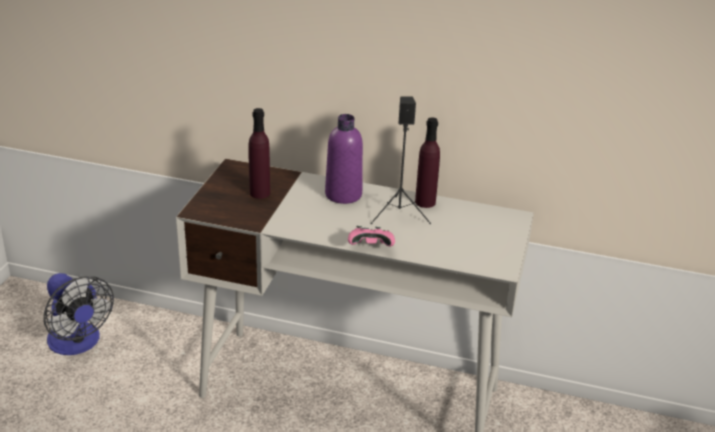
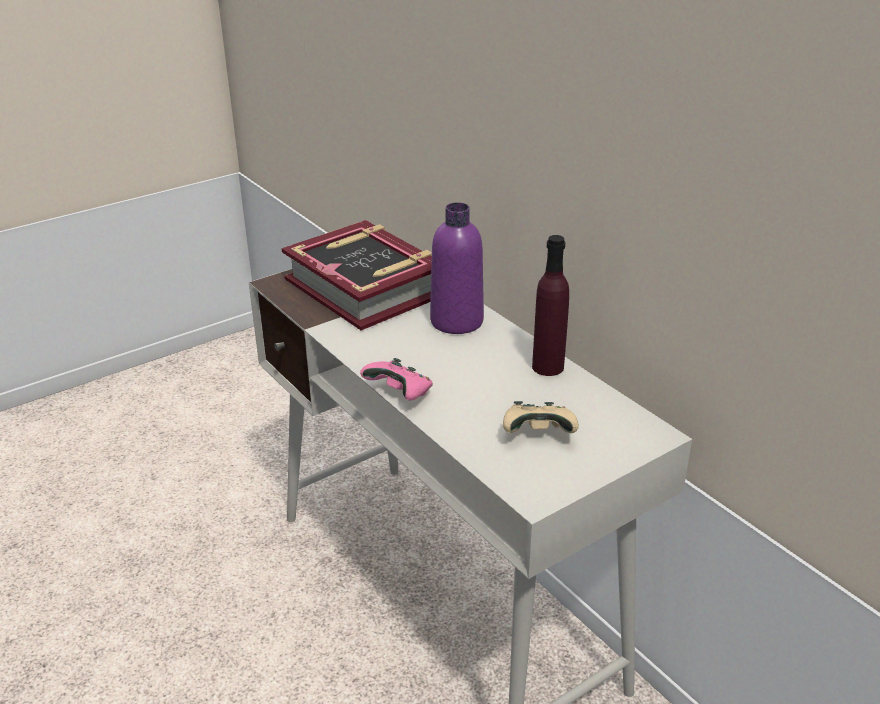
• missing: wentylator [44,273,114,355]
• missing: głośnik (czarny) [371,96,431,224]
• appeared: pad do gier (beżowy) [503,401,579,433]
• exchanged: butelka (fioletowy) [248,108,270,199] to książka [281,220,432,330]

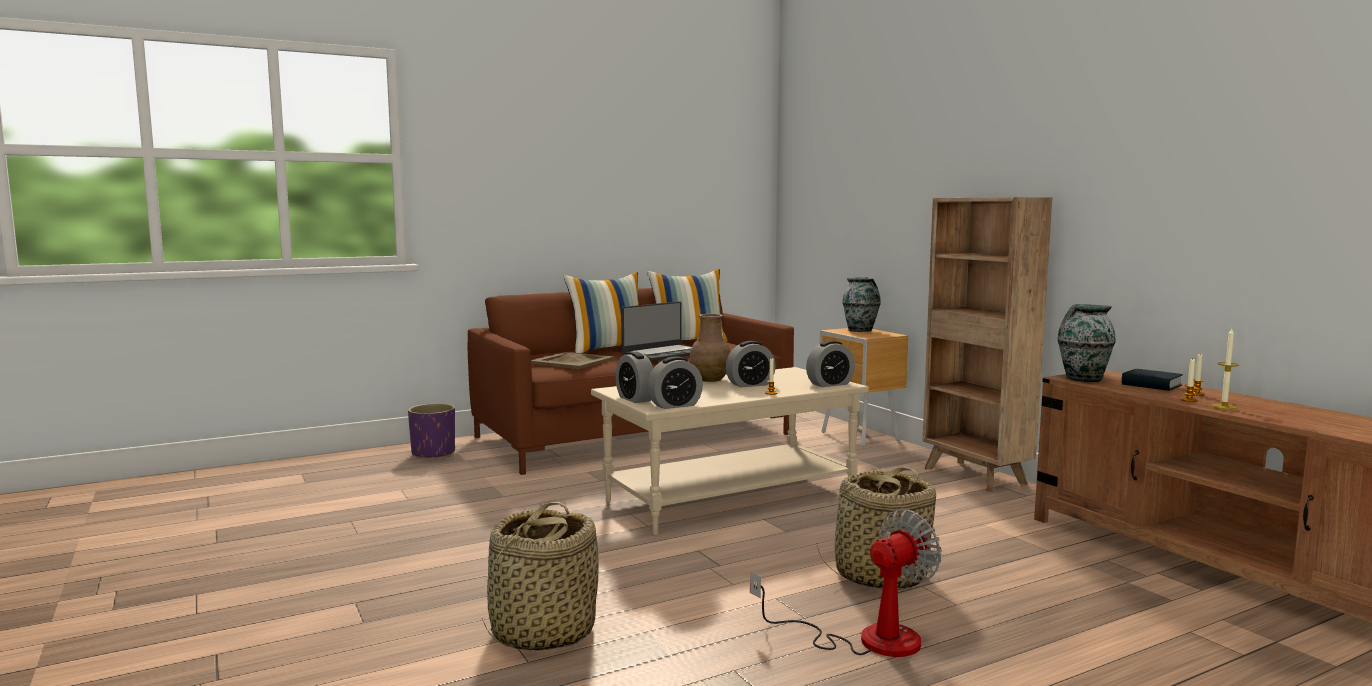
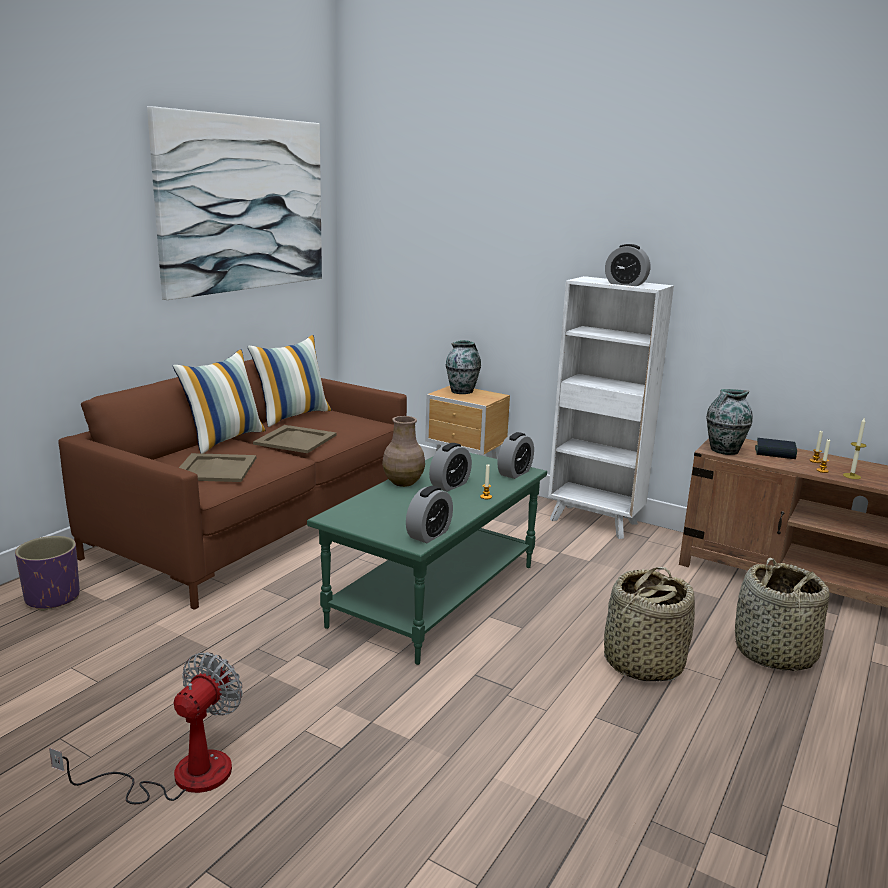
• appeared: obraz [147,106,322,300]
• relocated: koszyk [482,502,599,651] to [735,558,830,671]
• relocated: budzik [615,352,653,403] to [605,244,650,286]
• relocated: wentylator [750,510,942,657] to [49,652,243,804]
• exchanged: laptop [621,302,692,361] to taca (beżowy) [253,425,337,453]
• colour: ława (beżowy) [591,367,869,535] to ława (zielony) [307,453,547,665]
• colour: regał (brązowy) [923,197,1052,492] to regał (biały) [548,276,674,539]

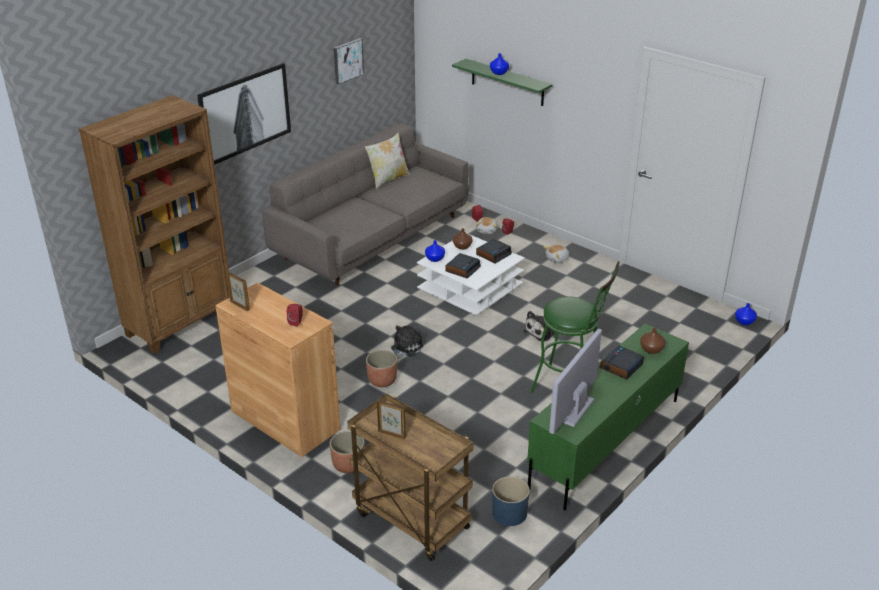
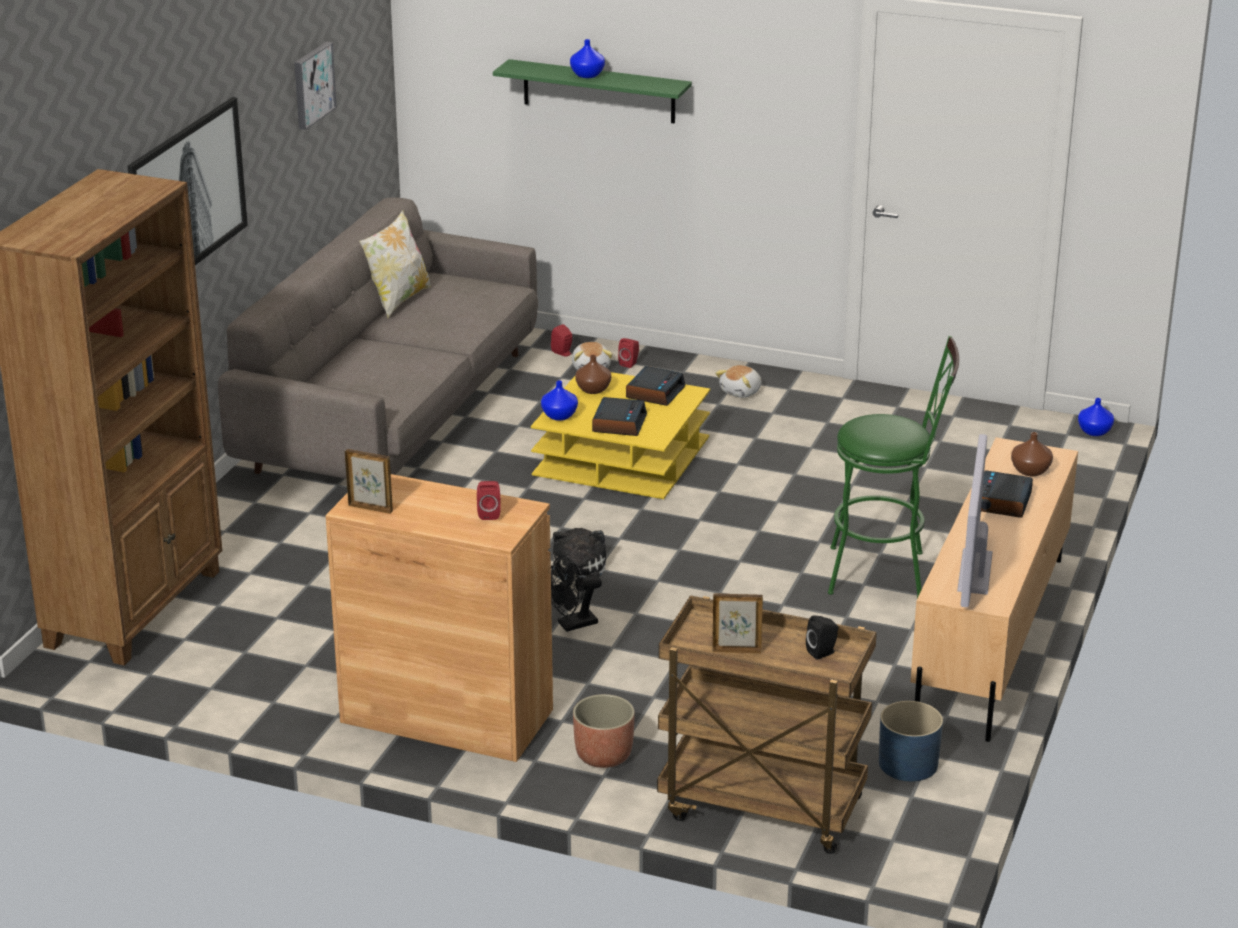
• missing: pluszak [524,311,555,341]
• appeared: głośnik (czarny) [806,616,838,660]
• exchanged: donica [366,350,397,387] to wentylator (czarny) [551,555,602,632]
• colour: ława (biały) [417,234,525,316] to ława (żółty) [531,372,710,499]
• colour: szafka pod telewizor (zielony) [527,324,689,510] to szafka pod telewizor (beżowy) [911,437,1078,742]

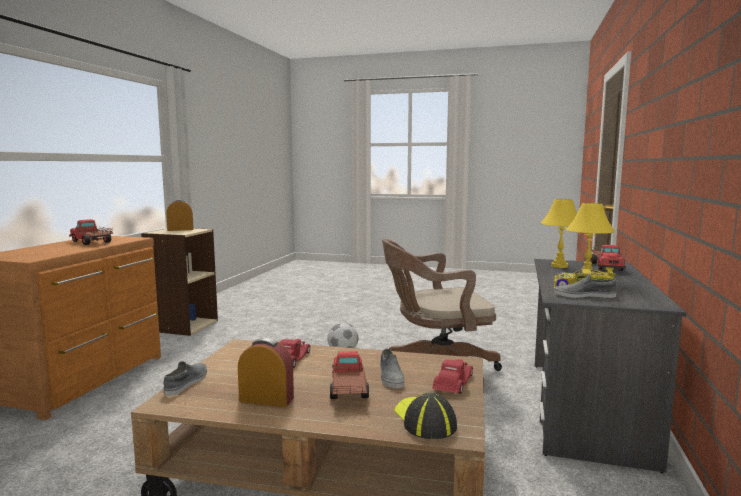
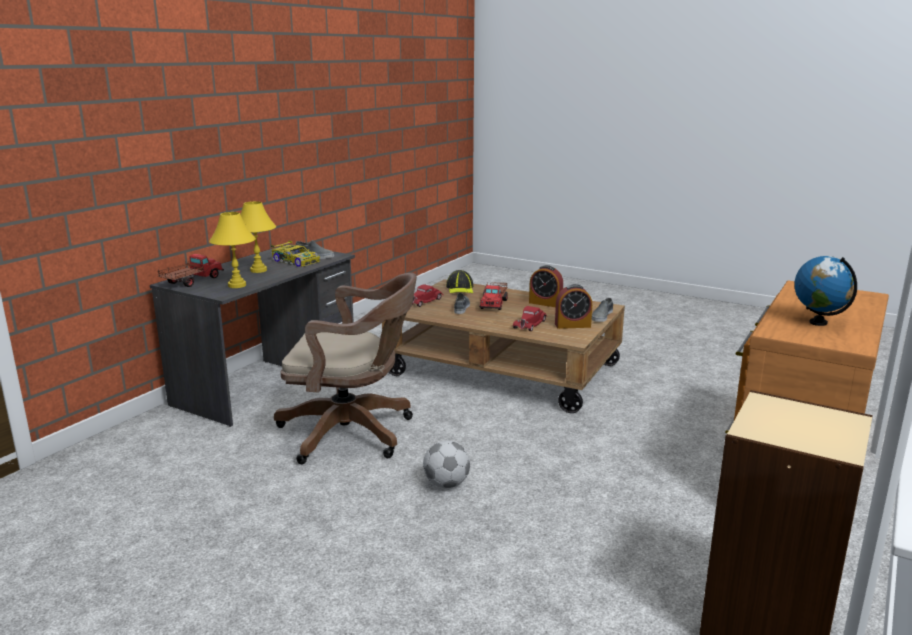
• relocated: budzik [166,199,194,231] to [555,284,592,329]
• exchanged: ciężarówka zabawkowa [69,219,114,245] to globus [794,256,857,326]

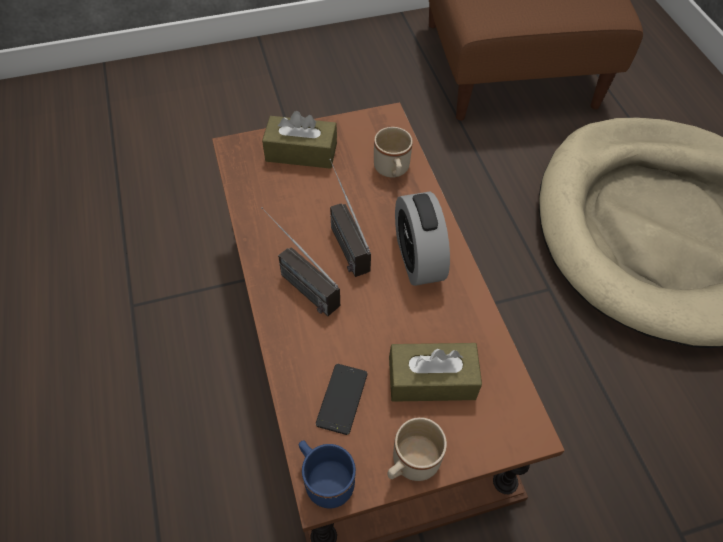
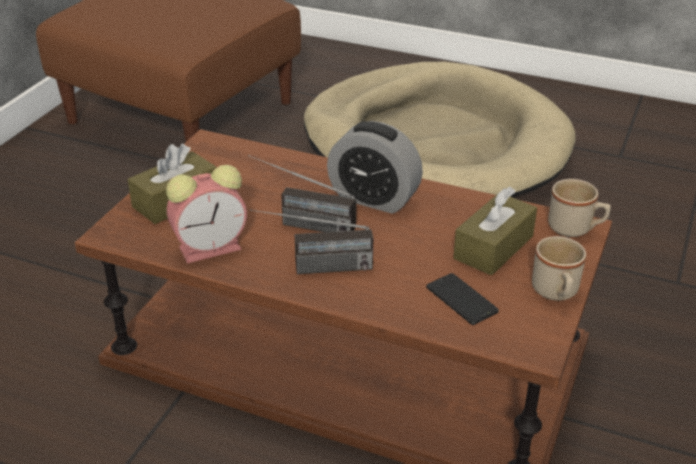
• missing: kubek (niebieski) [299,440,356,509]
• appeared: budzik [166,165,247,263]
• relocated: kubek (beżowy) [374,127,413,177] to [548,179,611,237]

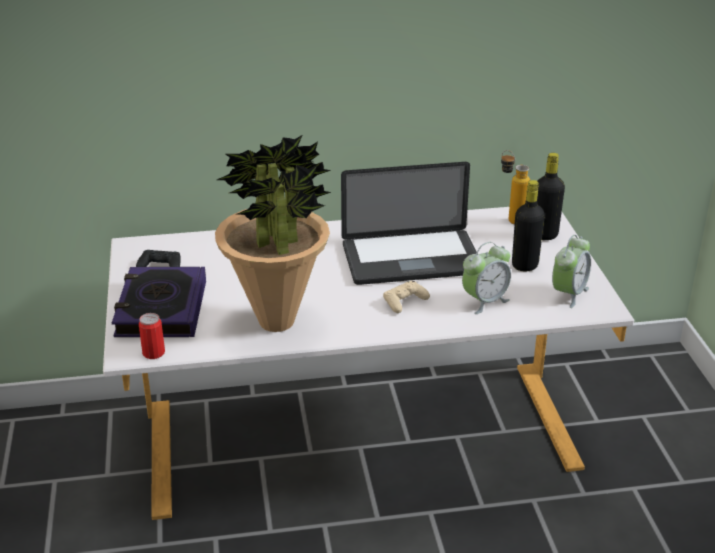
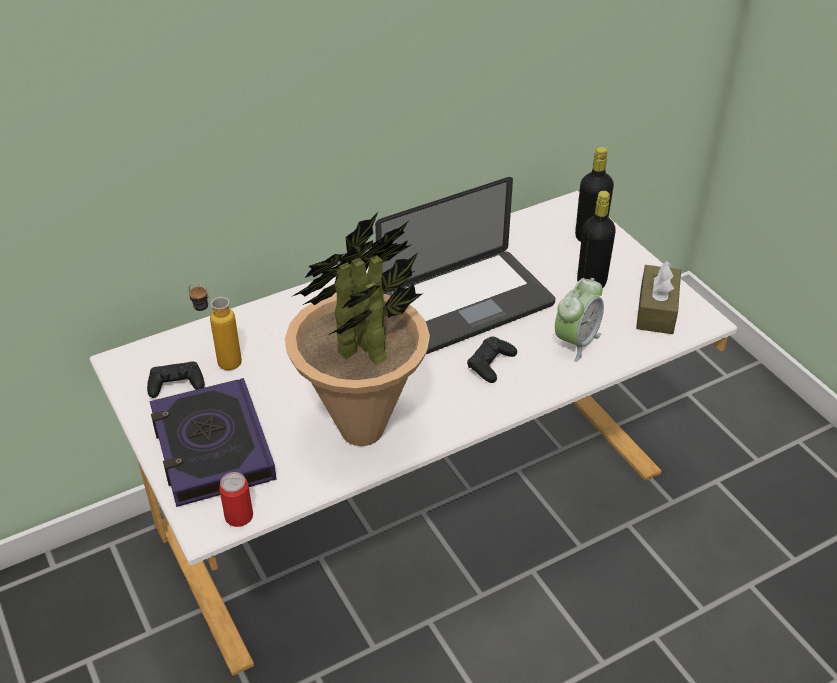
• relocated: butelka [501,150,530,225] to [188,283,242,370]
• exchanged: budzik [552,235,591,308] to pudełko chusteczek (brązowy) [636,261,681,334]
• colour: pad do gier (beżowy) [383,281,430,313] to pad do gier (czarny) [467,337,517,383]

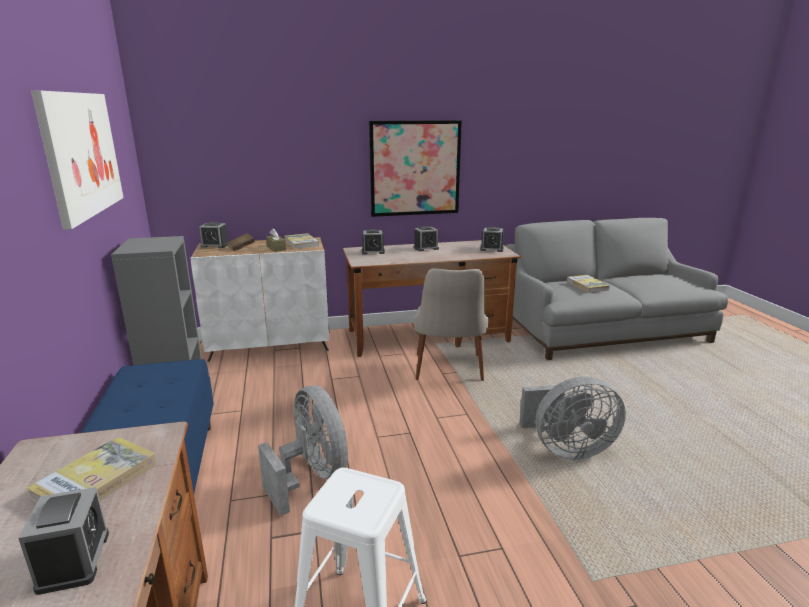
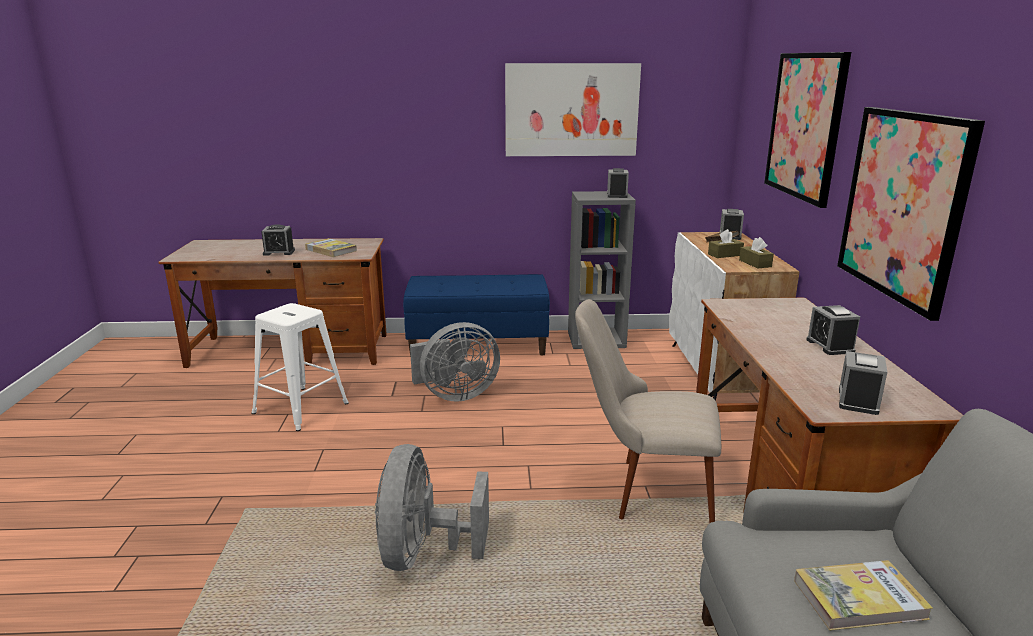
• appeared: obraz [764,52,851,208]
• relocated: budzik [362,229,385,254] to [607,168,629,198]
• exchanged: książka [285,233,319,249] to pudełko chusteczek (brązowy) [739,237,774,269]

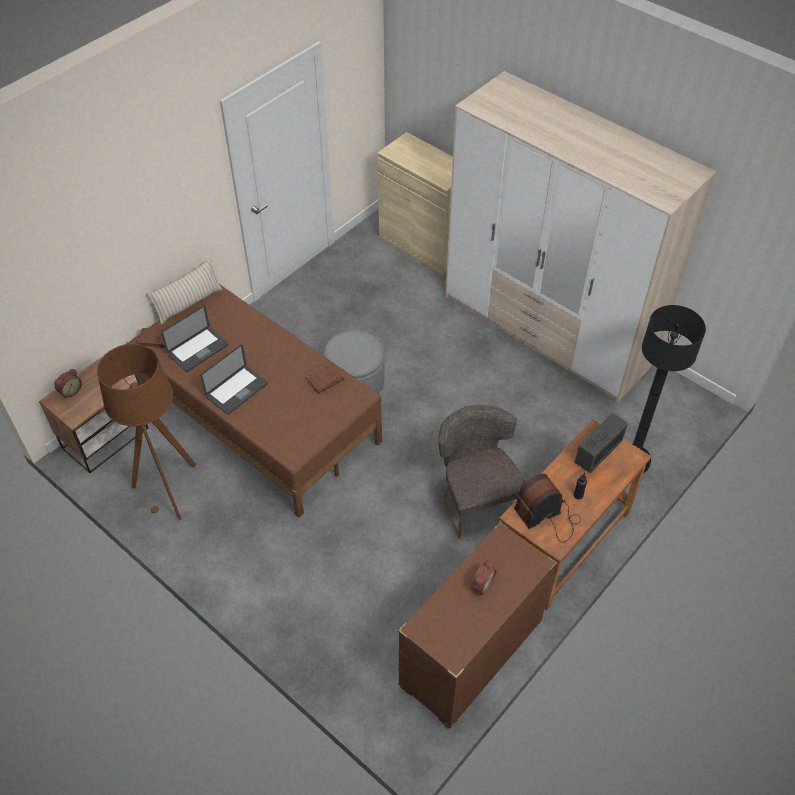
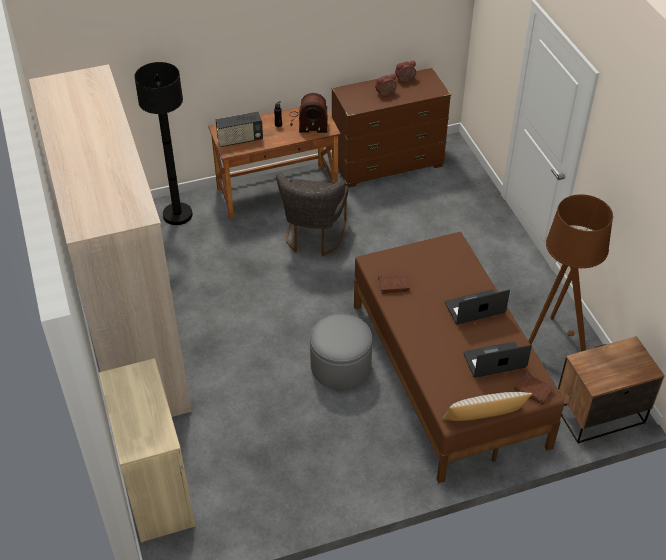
• relocated: budzik [54,369,82,399] to [395,61,416,83]

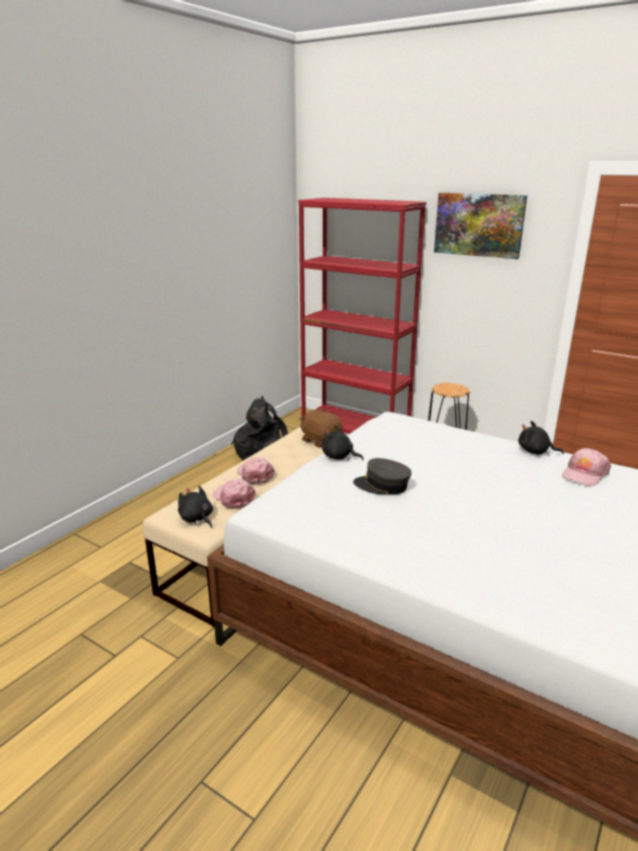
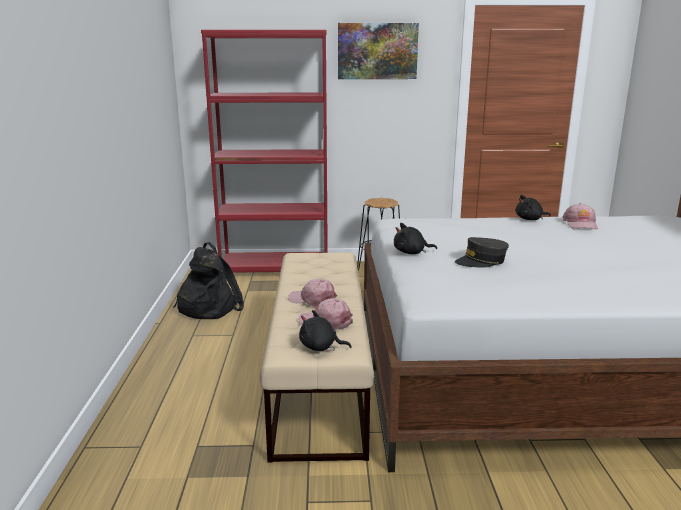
• missing: pluszak (brązowy) [300,409,343,447]

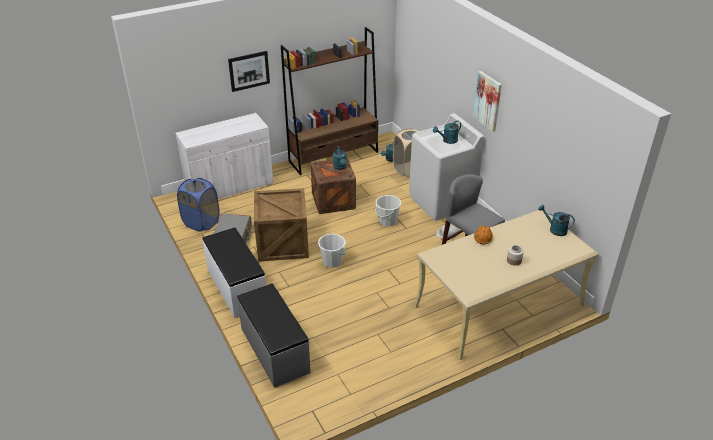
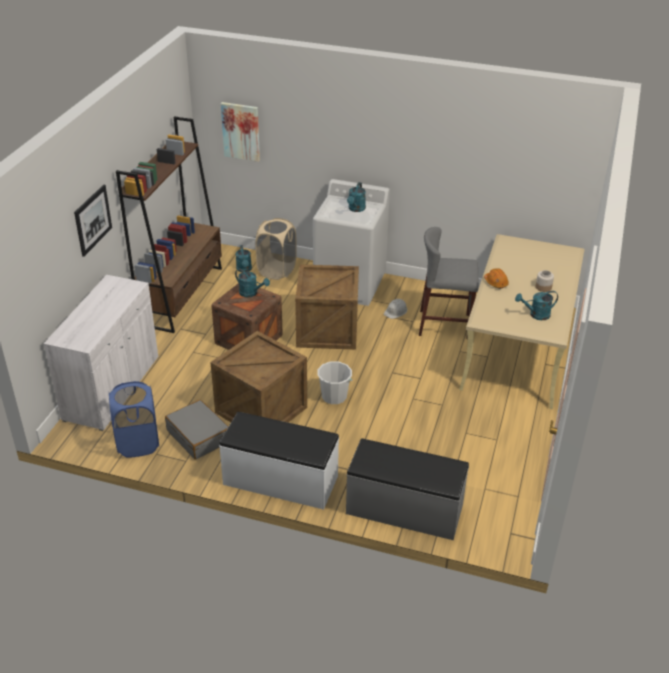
• relocated: obraz [473,71,502,132] to [221,102,260,162]
• relocated: konewka (turkusowy) [538,205,575,236] to [515,291,558,320]
• exchanged: wiadro (biały) [375,195,401,226] to skrzynka [295,264,359,350]

